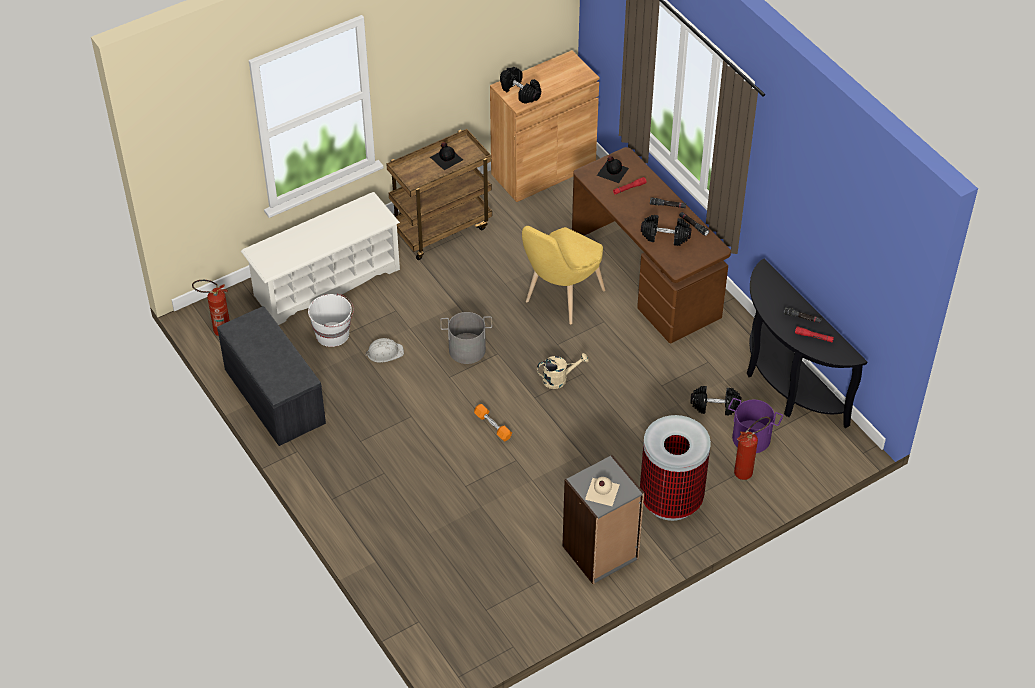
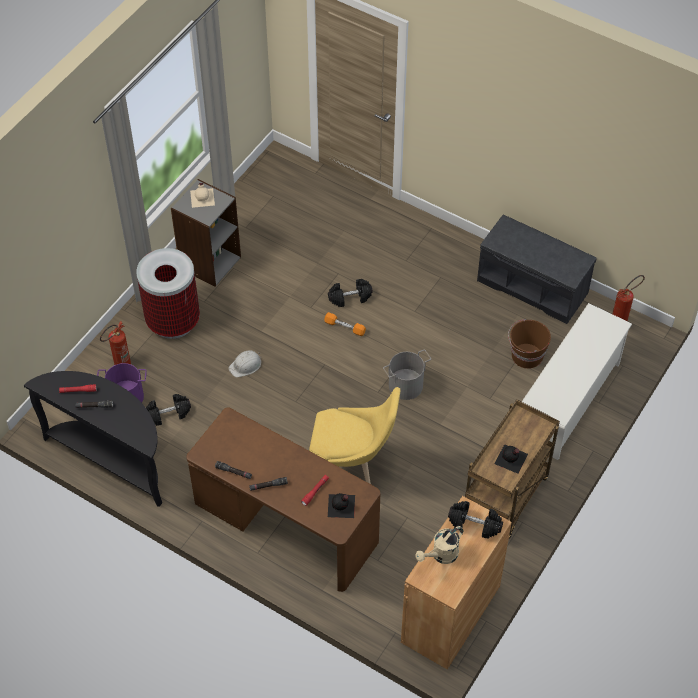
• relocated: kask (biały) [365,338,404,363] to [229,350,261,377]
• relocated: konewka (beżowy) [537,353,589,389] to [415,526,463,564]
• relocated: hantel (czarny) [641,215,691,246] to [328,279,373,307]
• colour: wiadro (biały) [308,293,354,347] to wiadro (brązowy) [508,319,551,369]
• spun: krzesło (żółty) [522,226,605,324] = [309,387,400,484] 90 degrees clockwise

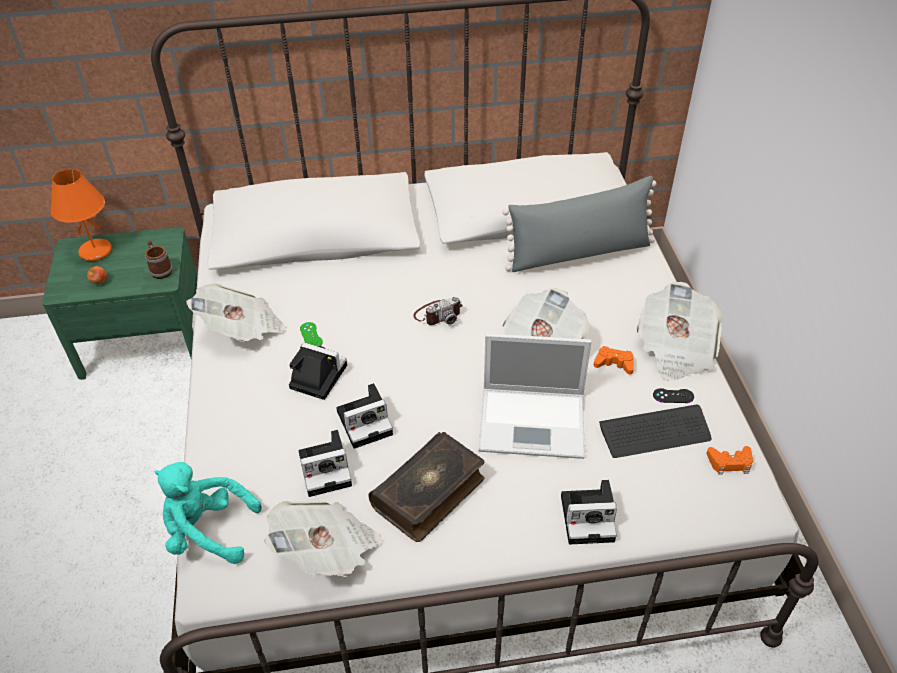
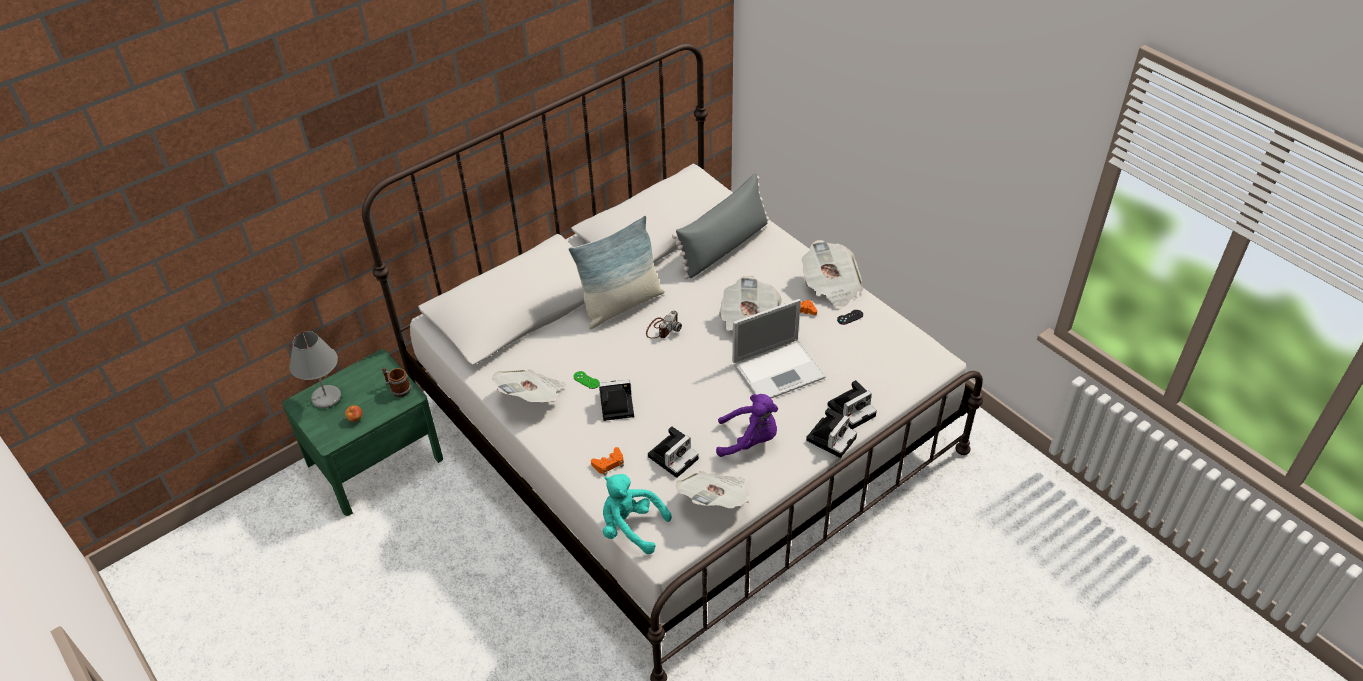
• missing: klawiatura [599,405,712,458]
• appeared: poduszka [569,216,665,329]
• relocated: aparat fotograficzny [336,383,393,449] to [806,408,857,458]
• relocated: pad do gier (pomarańczowy) [706,446,753,475] to [591,447,624,476]
• exchanged: książka [368,432,485,542] to pluszak (fioletowy) [716,394,778,457]
• colour: lampa stołowa (pomarańczowy) [51,169,112,261] to lampa stołowa (szary) [289,331,341,408]
• spun: pluszak (turkusowy) [155,462,262,564] = [603,474,672,554] 45 degrees clockwise

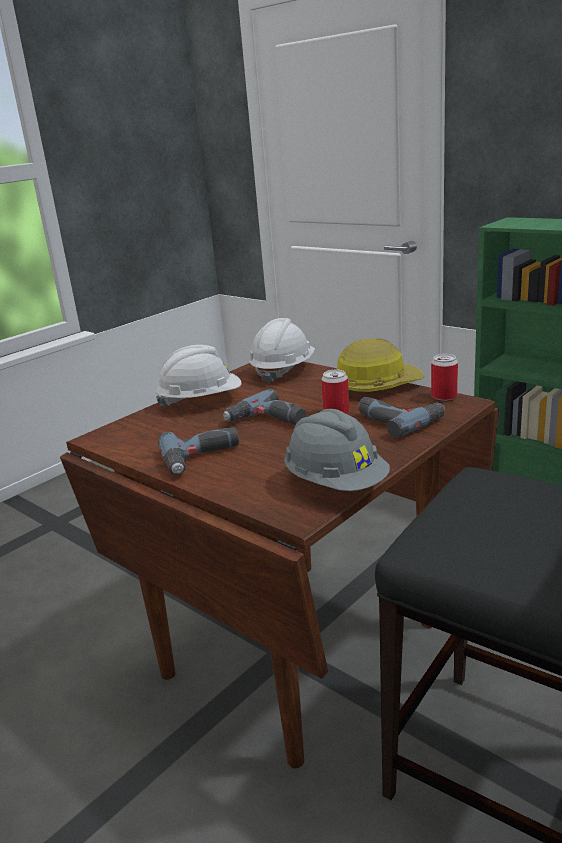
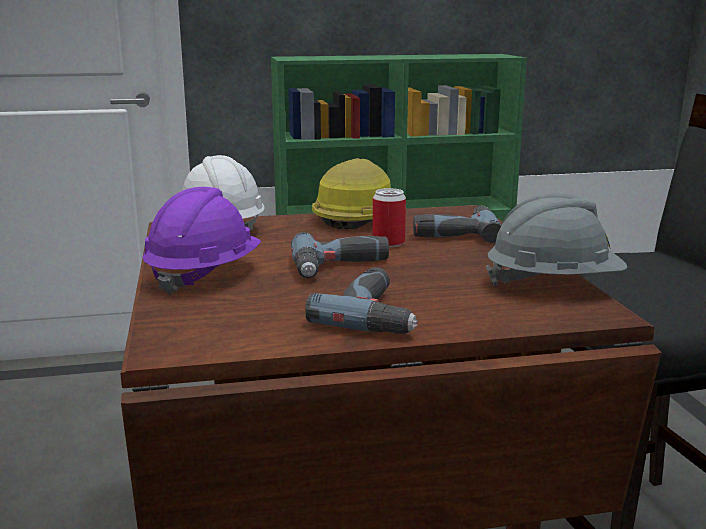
• missing: puszka [431,354,458,401]
• colour: kask (biały) [156,345,242,408] to kask (fioletowy) [143,187,261,295]

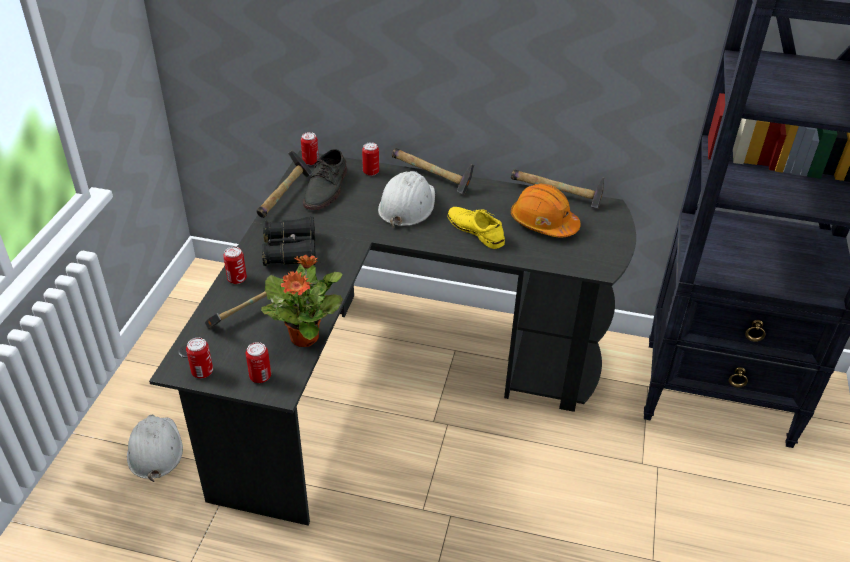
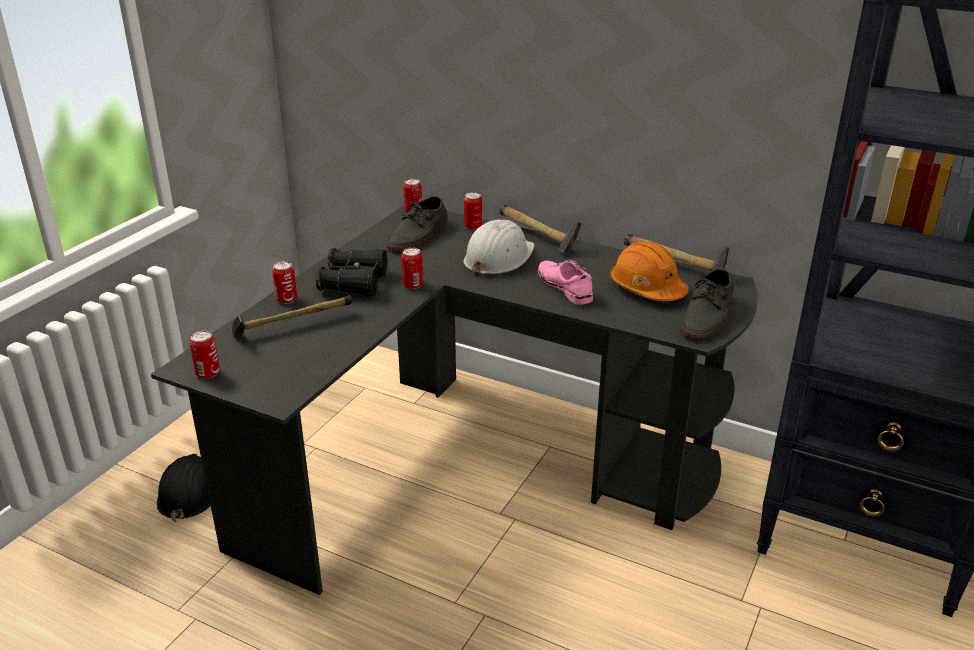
• missing: młotek [256,151,312,218]
• missing: roślina doniczkowa [261,255,343,347]
• appeared: but (szary) [680,269,734,339]
• relocated: puszka [246,342,271,383] to [401,248,423,289]
• colour: kask (biały) [127,415,183,482] to kask (czarny) [157,454,211,523]
• colour: but (żółty) [447,207,505,249] to but (różowy) [538,260,593,305]

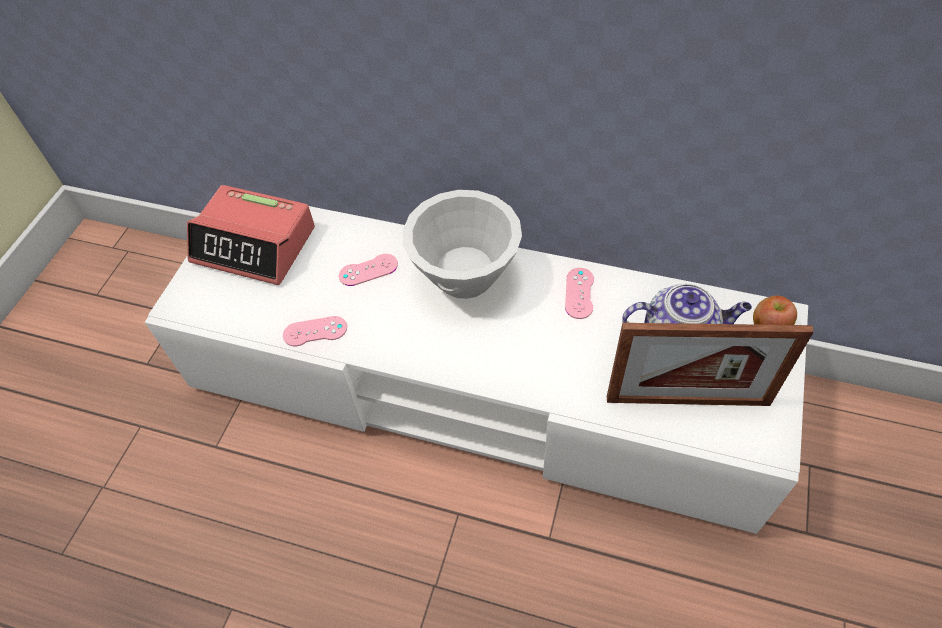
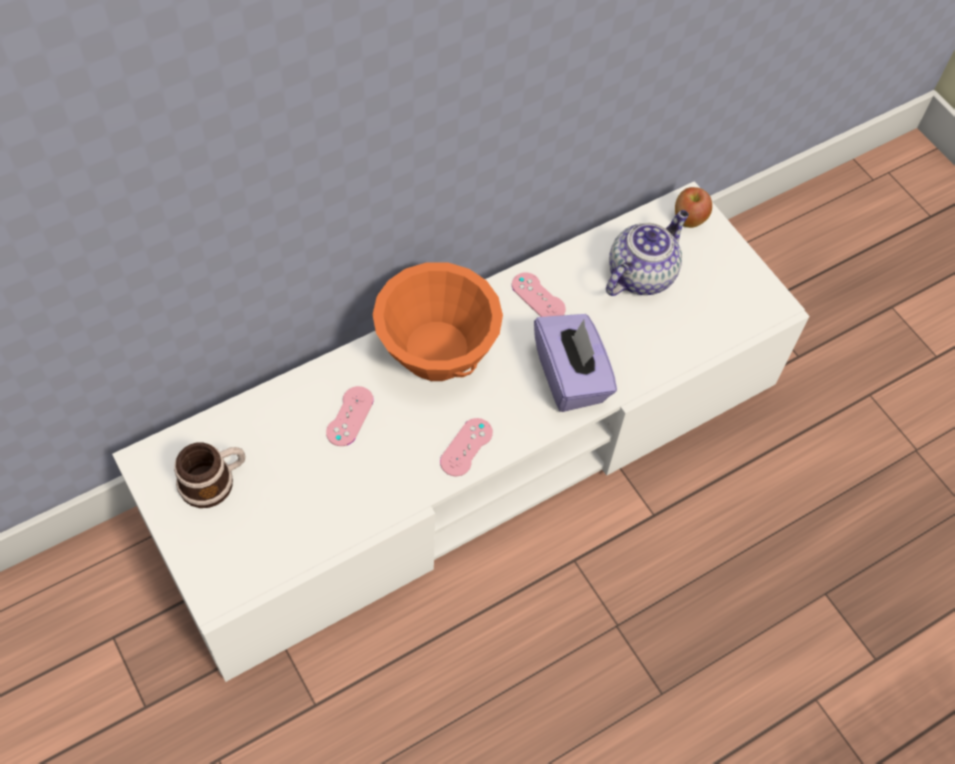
• missing: ramka na zdjęcie [607,323,814,406]
• appeared: pudełko chusteczek (fioletowy) [534,314,617,412]
• relocated: pad do gier (różowy) [283,316,347,346] to [440,418,493,476]
• exchanged: budzik [187,185,315,285] to kubek [174,442,246,508]
• colour: miska (biały) [403,190,522,299] to miska (pomarańczowy) [373,262,503,381]

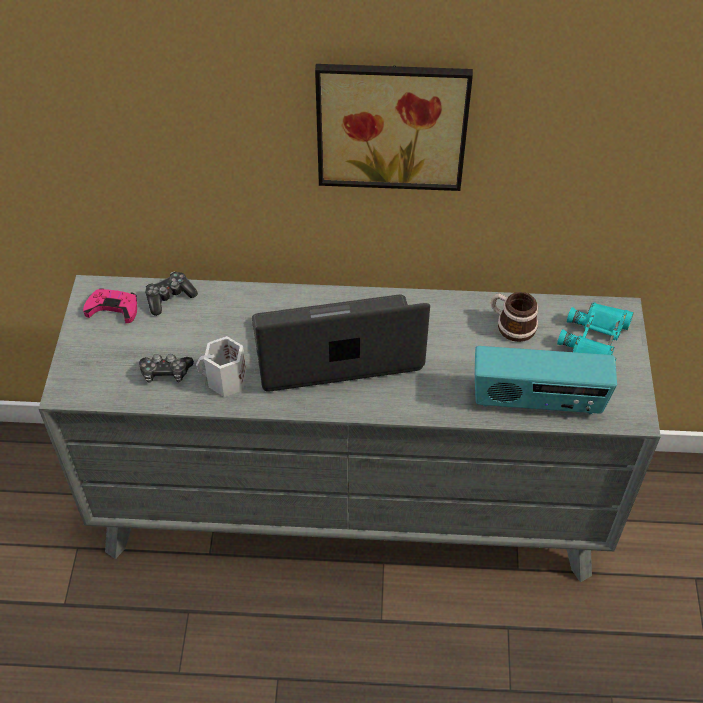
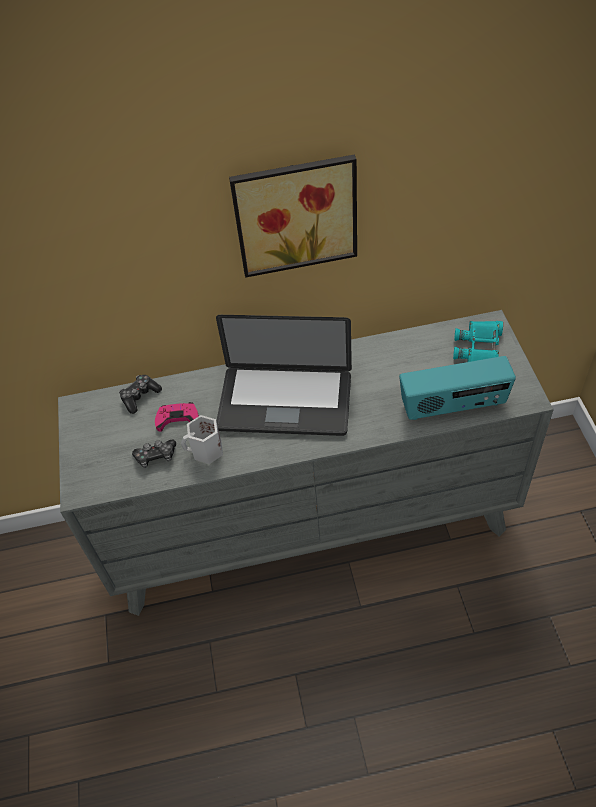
• missing: kubek [491,292,538,342]
• relocated: pad do gier (różowy) [83,288,137,323] to [155,402,199,432]
• spun: laptop [252,295,430,392] = [216,315,352,436] 150 degrees counterclockwise

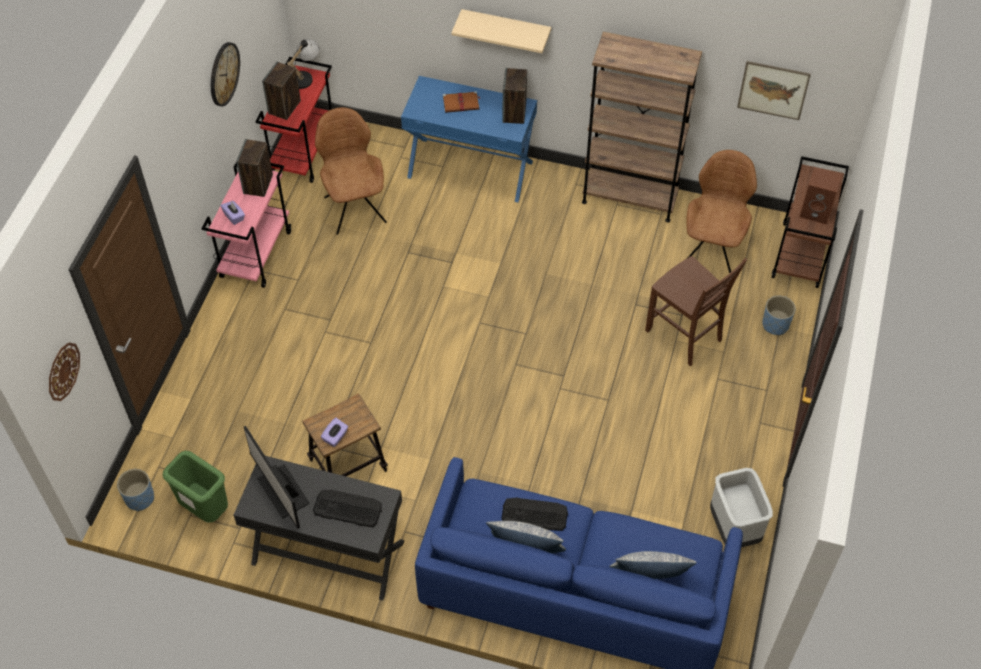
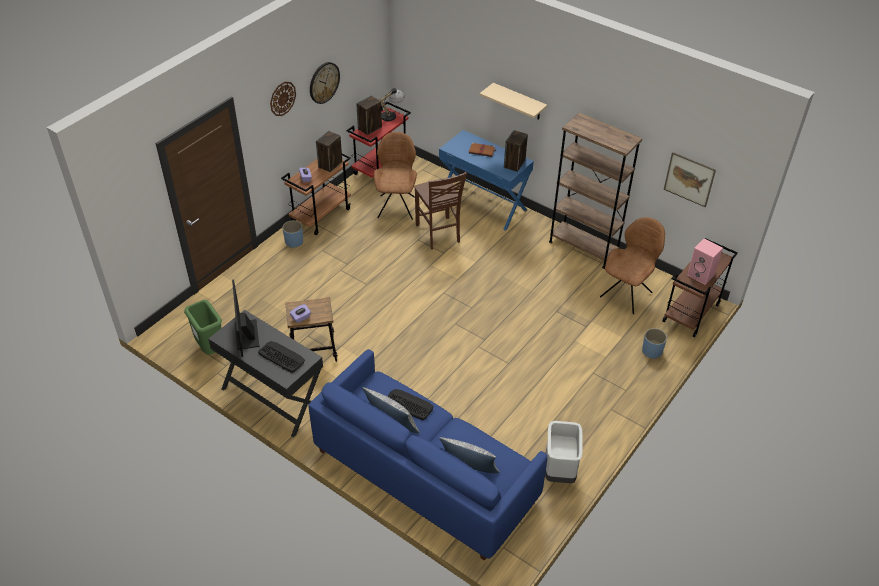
• relocated: zegar ścienny [49,342,80,401] to [270,82,296,116]
• relocated: donica (niebieski) [117,469,154,511] to [282,220,303,248]
• relocated: krzesło (brązowy) [645,256,747,366] to [414,172,467,250]
• colour: wózek (różowy) [201,163,292,288] to wózek (brązowy) [281,153,351,235]
• colour: głośnik (brązowy) [800,167,842,225] to głośnik (różowy) [687,239,723,285]

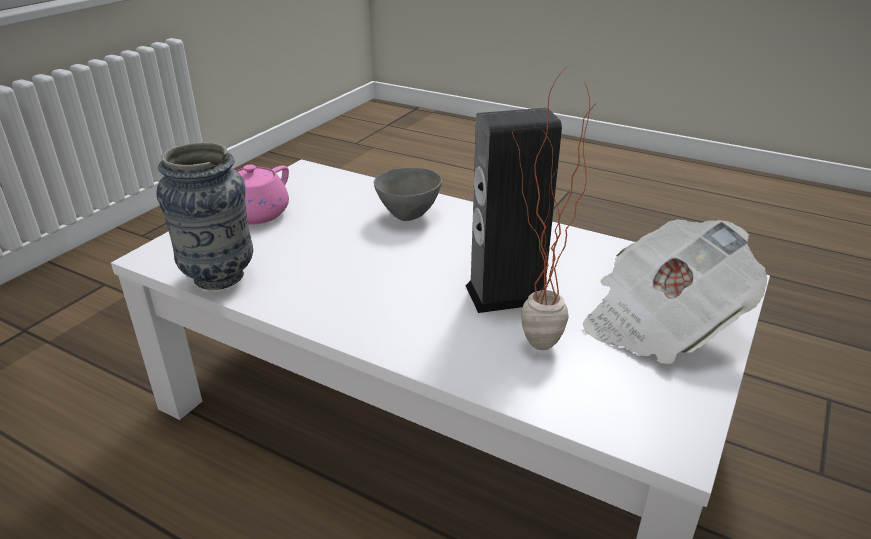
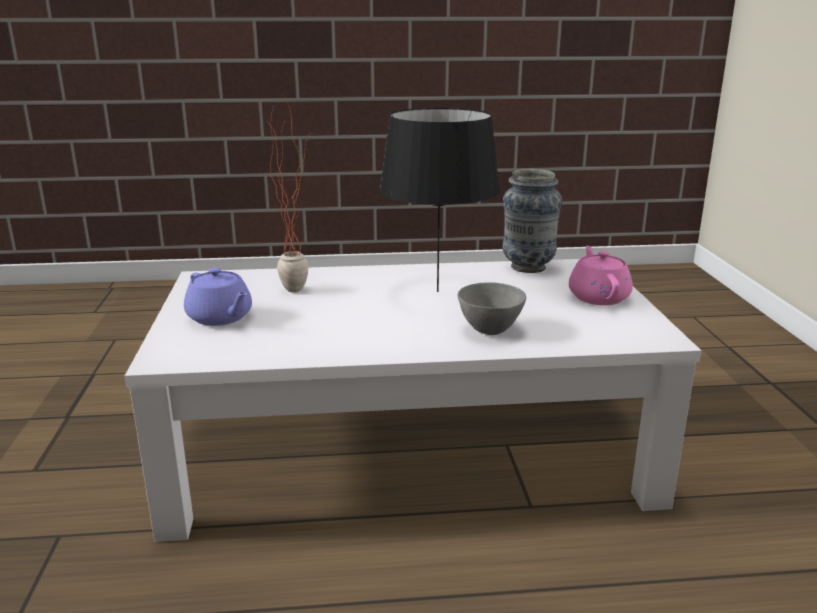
• missing: głośnik [465,108,562,313]
• appeared: lampa stołowa (czarny) [379,108,500,292]
• exchanged: gazeta [583,219,767,364] to imbryk (fioletowy) [184,267,252,326]

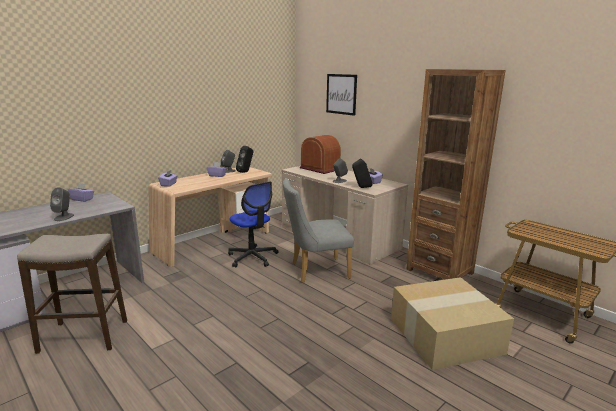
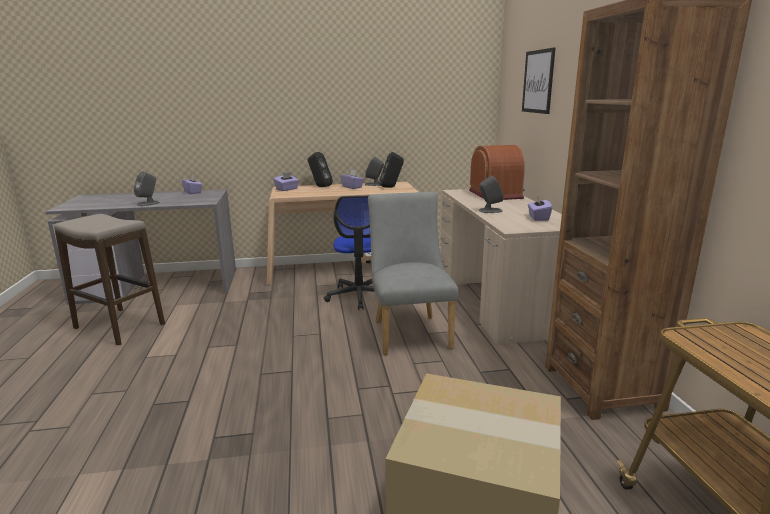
• relocated: głośnik (czarny) [352,158,373,188] to [308,152,333,187]
• spun: krzesło (szary) [283,178,354,283] = [368,192,459,355] 60 degrees clockwise

